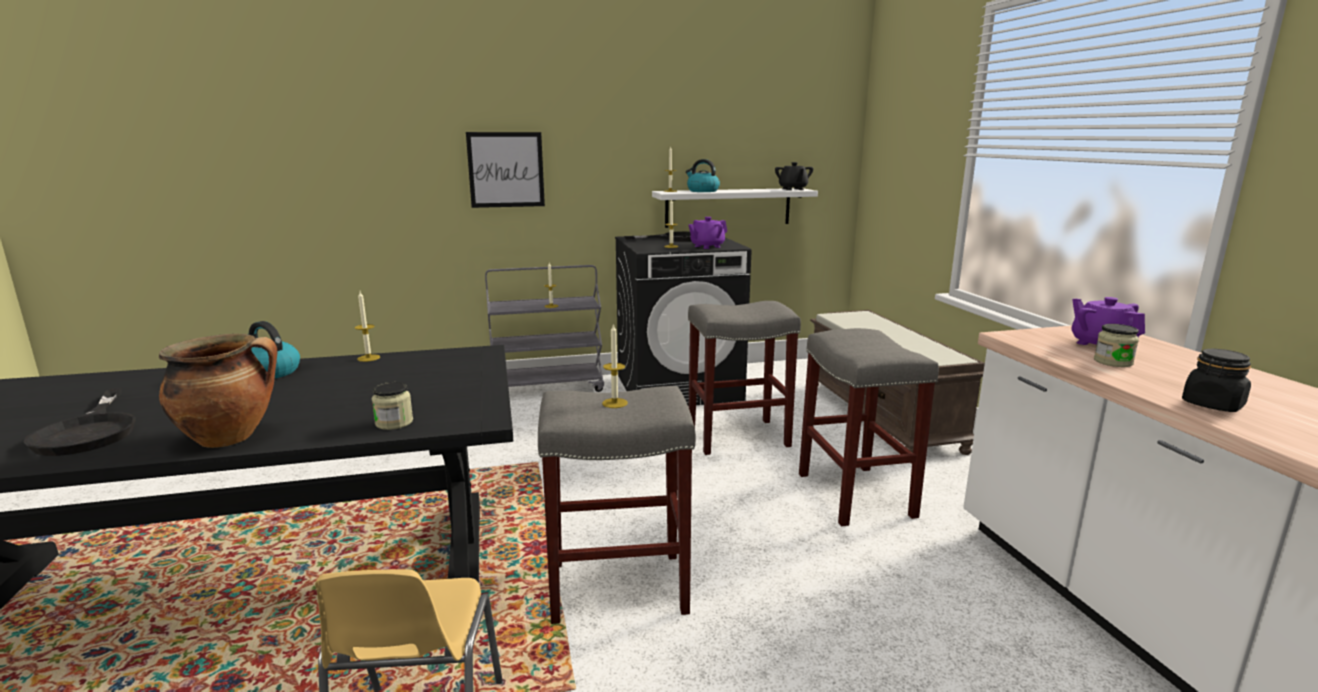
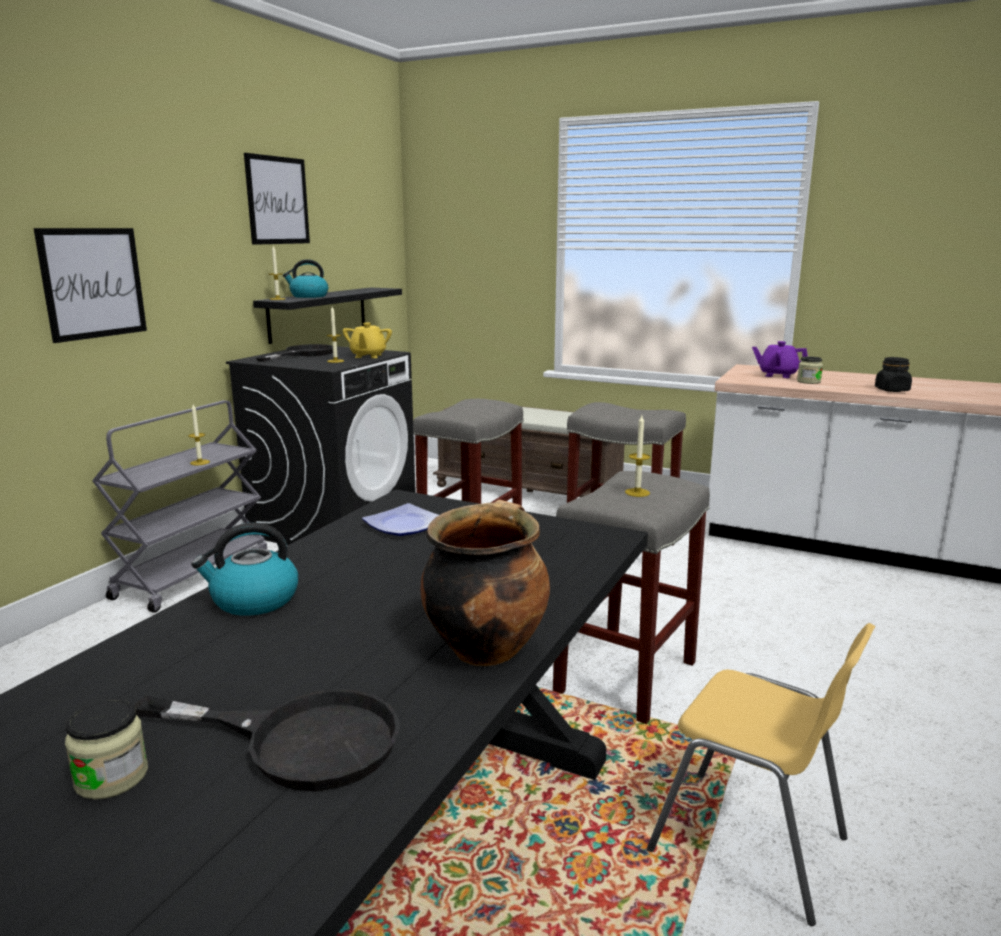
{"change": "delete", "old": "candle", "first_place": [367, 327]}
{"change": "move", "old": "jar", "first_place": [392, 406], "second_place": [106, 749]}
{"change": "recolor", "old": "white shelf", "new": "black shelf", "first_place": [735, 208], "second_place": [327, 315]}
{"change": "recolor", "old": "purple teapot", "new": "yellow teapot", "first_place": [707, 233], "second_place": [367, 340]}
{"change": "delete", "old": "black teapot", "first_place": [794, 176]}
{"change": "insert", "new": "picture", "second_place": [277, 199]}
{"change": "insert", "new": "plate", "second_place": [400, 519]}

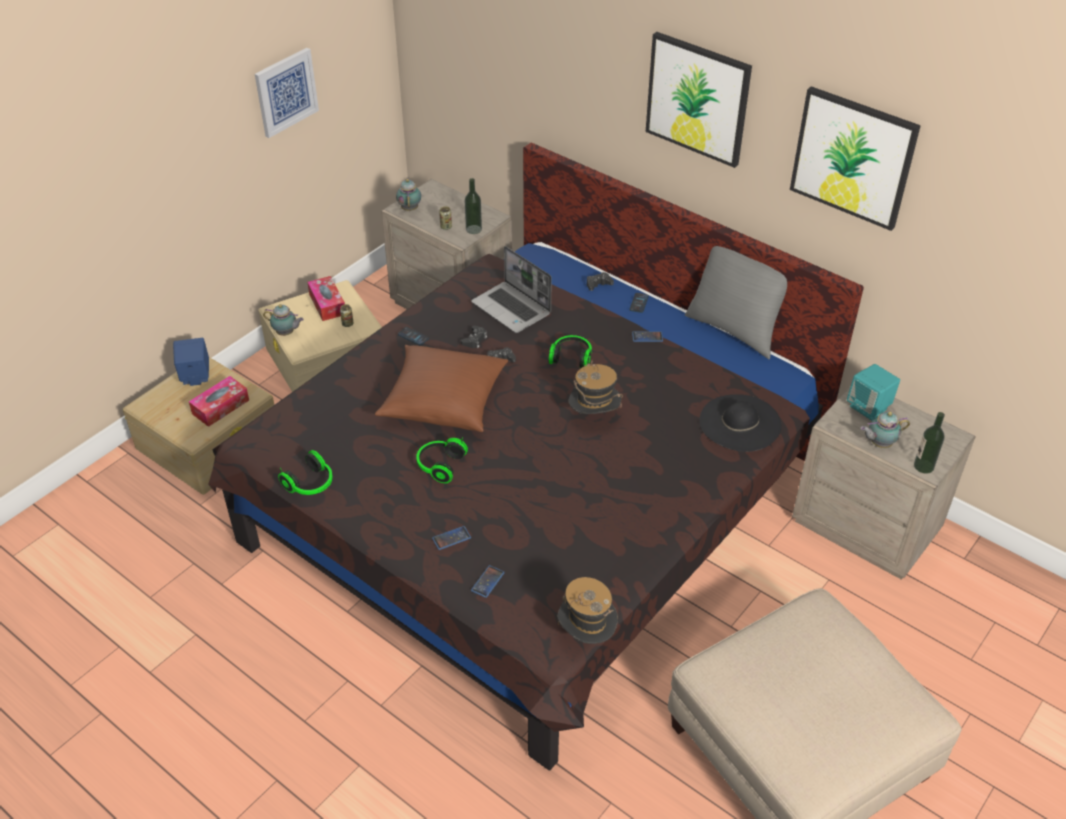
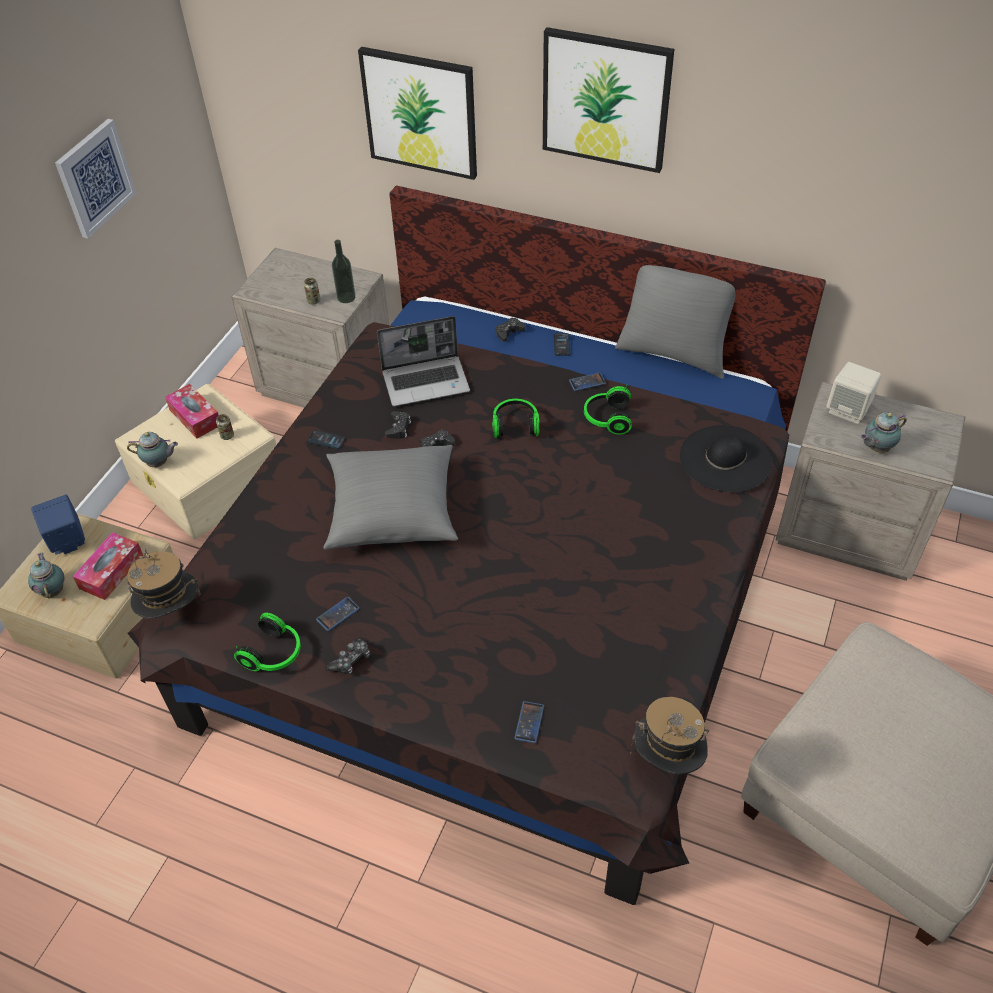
{"change": "recolor", "old": "brown pillow", "new": "grey pillow", "first_place": [441, 388], "second_place": [391, 497]}
{"change": "move", "old": "teapot", "first_place": [408, 194], "second_place": [46, 576]}
{"change": "move", "old": "headphones", "first_place": [442, 460], "second_place": [608, 409]}
{"change": "move", "old": "phone", "first_place": [451, 538], "second_place": [338, 614]}
{"change": "rotate", "old": "laptop", "first_place": [511, 289], "second_place": [423, 361], "degrees": -45}
{"change": "move", "old": "hat", "first_place": [596, 386], "second_place": [163, 583]}
{"change": "move", "old": "picture", "first_place": [855, 158], "second_place": [417, 113]}
{"change": "recolor", "old": "turquoise speaker", "new": "beige speaker", "first_place": [873, 392], "second_place": [854, 393]}
{"change": "delete", "old": "bottle", "first_place": [929, 443]}
{"change": "insert", "new": "game controller", "second_place": [348, 656]}

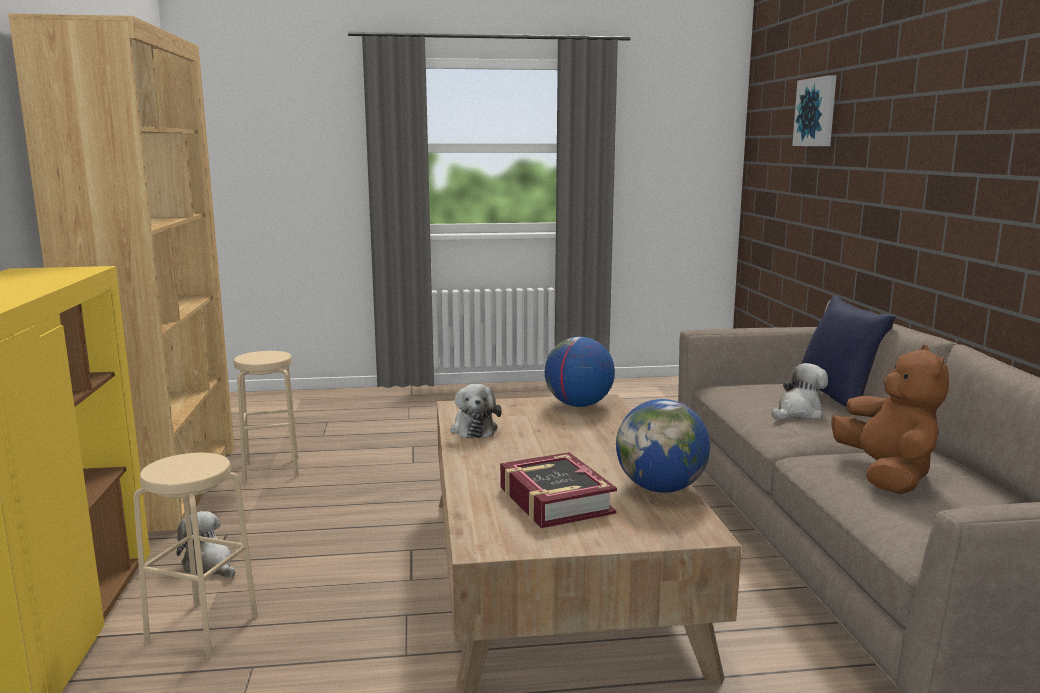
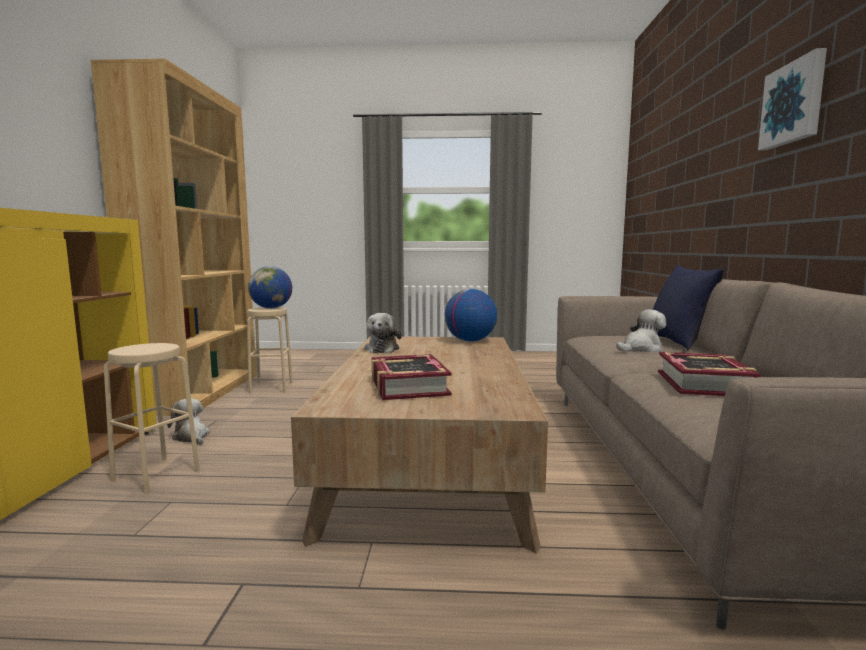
{"change": "move", "old": "globe", "first_place": [663, 446], "second_place": [270, 287]}
{"change": "move", "old": "picture", "first_place": [814, 111], "second_place": [792, 99]}
{"change": "replace", "old": "brown plush toy", "new": "book", "first_place": [890, 419], "second_place": [709, 374]}

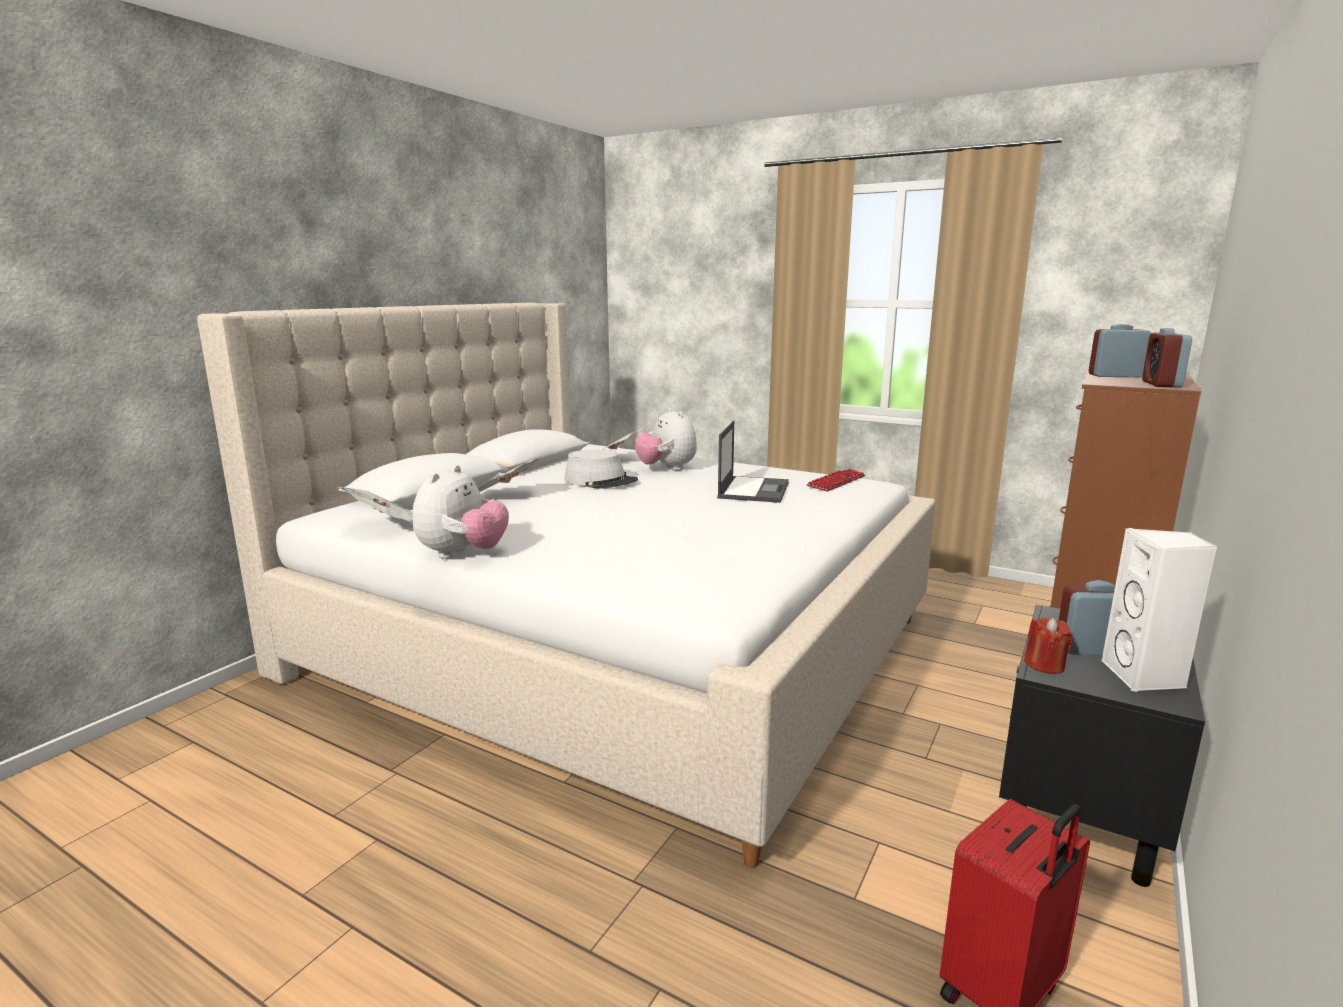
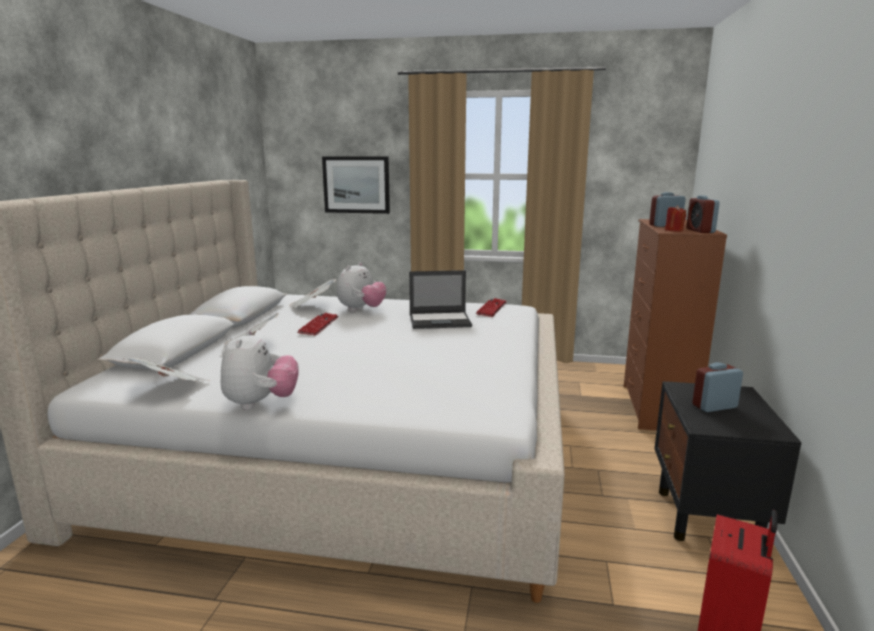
{"change": "replace", "old": "grey hat", "new": "keyboard", "first_place": [601, 469], "second_place": [317, 324]}
{"change": "rotate", "old": "plush toy", "first_place": [666, 439], "second_place": [361, 286], "degrees": -105}
{"change": "rotate", "old": "laptop", "first_place": [753, 462], "second_place": [440, 299], "degrees": 90}
{"change": "move", "old": "red candle", "first_place": [1048, 646], "second_place": [675, 218]}
{"change": "delete", "old": "white speaker", "first_place": [1159, 610]}
{"change": "insert", "new": "picture", "second_place": [356, 185]}

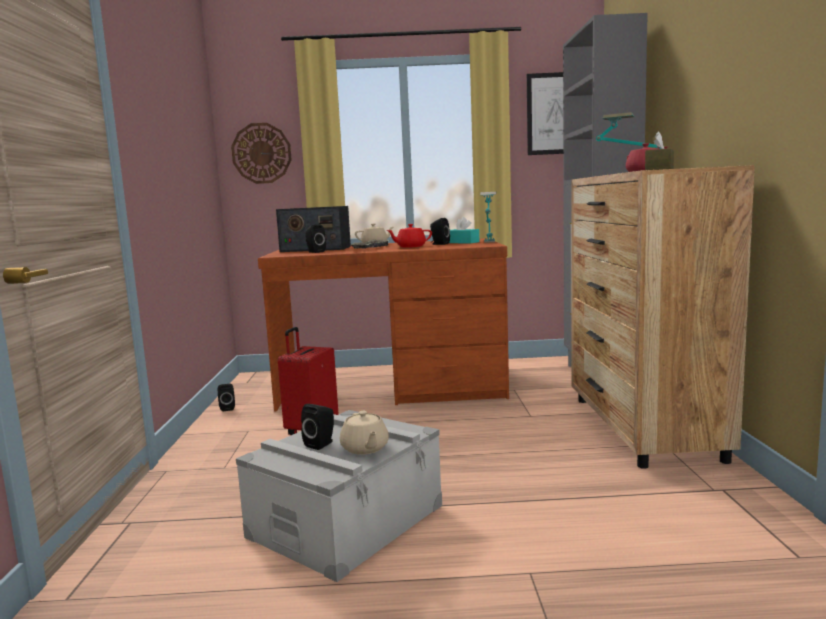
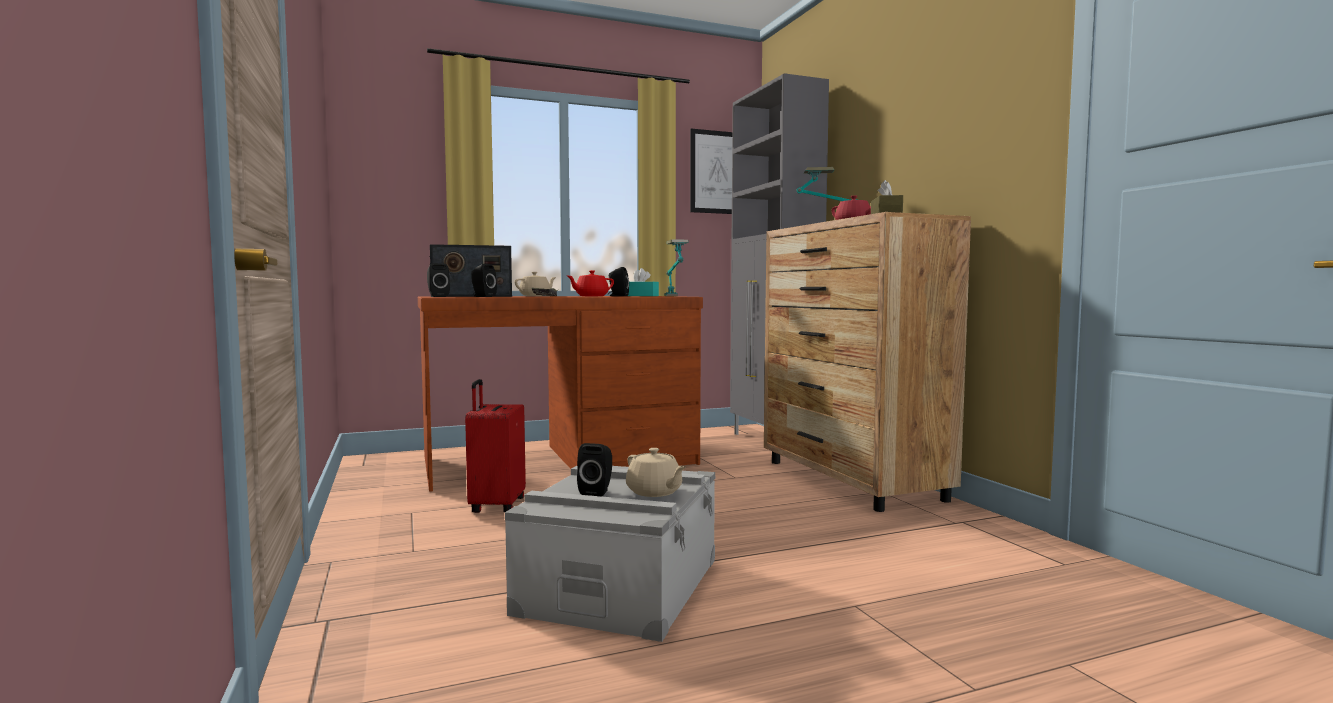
{"change": "move", "old": "black speaker", "first_place": [226, 397], "second_place": [438, 280]}
{"change": "delete", "old": "wall clock", "first_place": [261, 153]}

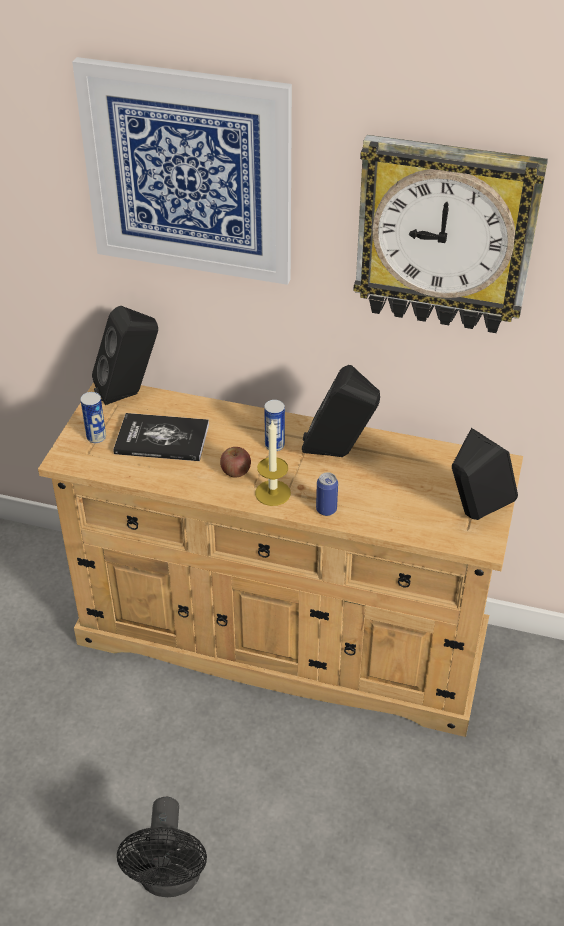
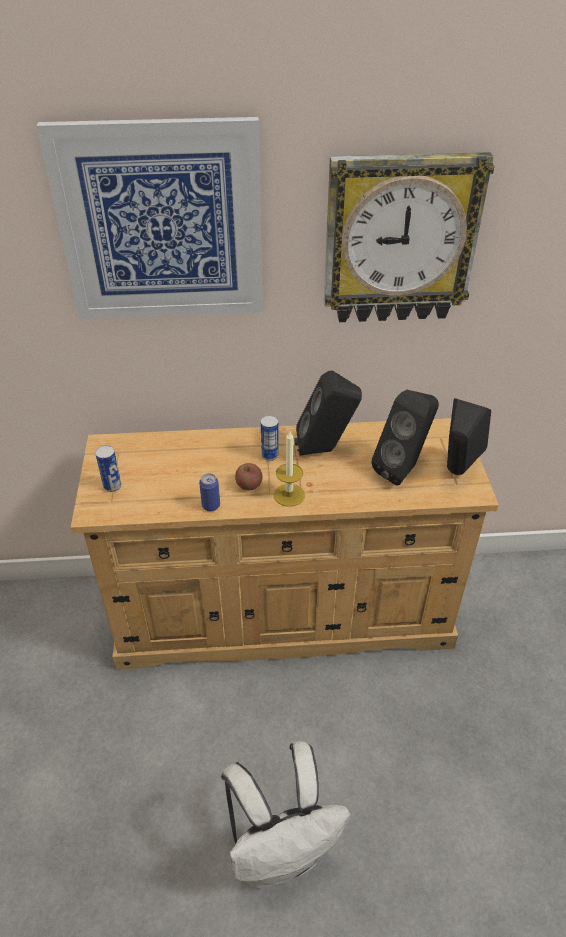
{"change": "move", "old": "black speaker", "first_place": [125, 355], "second_place": [405, 438]}
{"change": "delete", "old": "book", "first_place": [161, 437]}
{"change": "replace", "old": "black fan", "new": "white backpack", "first_place": [162, 847], "second_place": [286, 814]}
{"change": "move", "old": "can", "first_place": [327, 494], "second_place": [209, 492]}

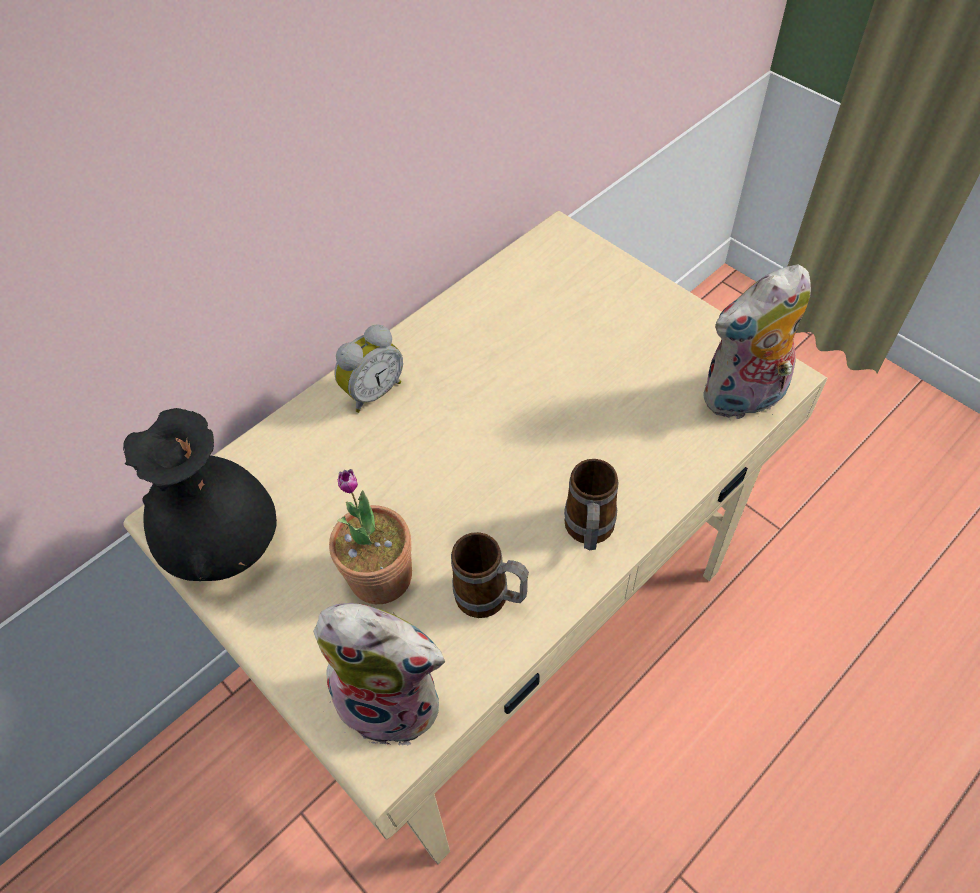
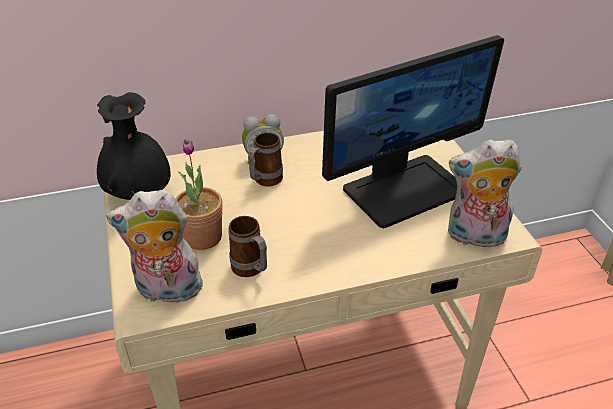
{"change": "rotate", "old": "plush toy", "first_place": [379, 674], "second_place": [155, 246], "degrees": 135}
{"change": "move", "old": "mug", "first_place": [591, 504], "second_place": [265, 159]}
{"change": "insert", "new": "monitor", "second_place": [413, 131]}

